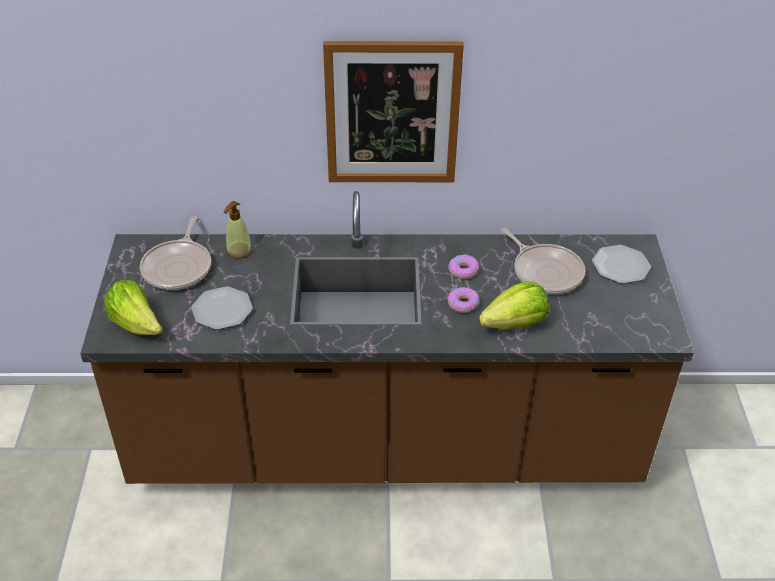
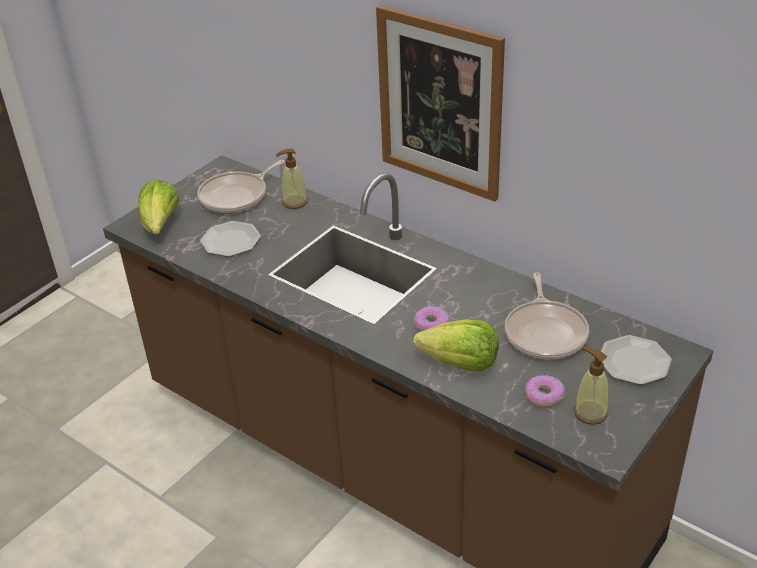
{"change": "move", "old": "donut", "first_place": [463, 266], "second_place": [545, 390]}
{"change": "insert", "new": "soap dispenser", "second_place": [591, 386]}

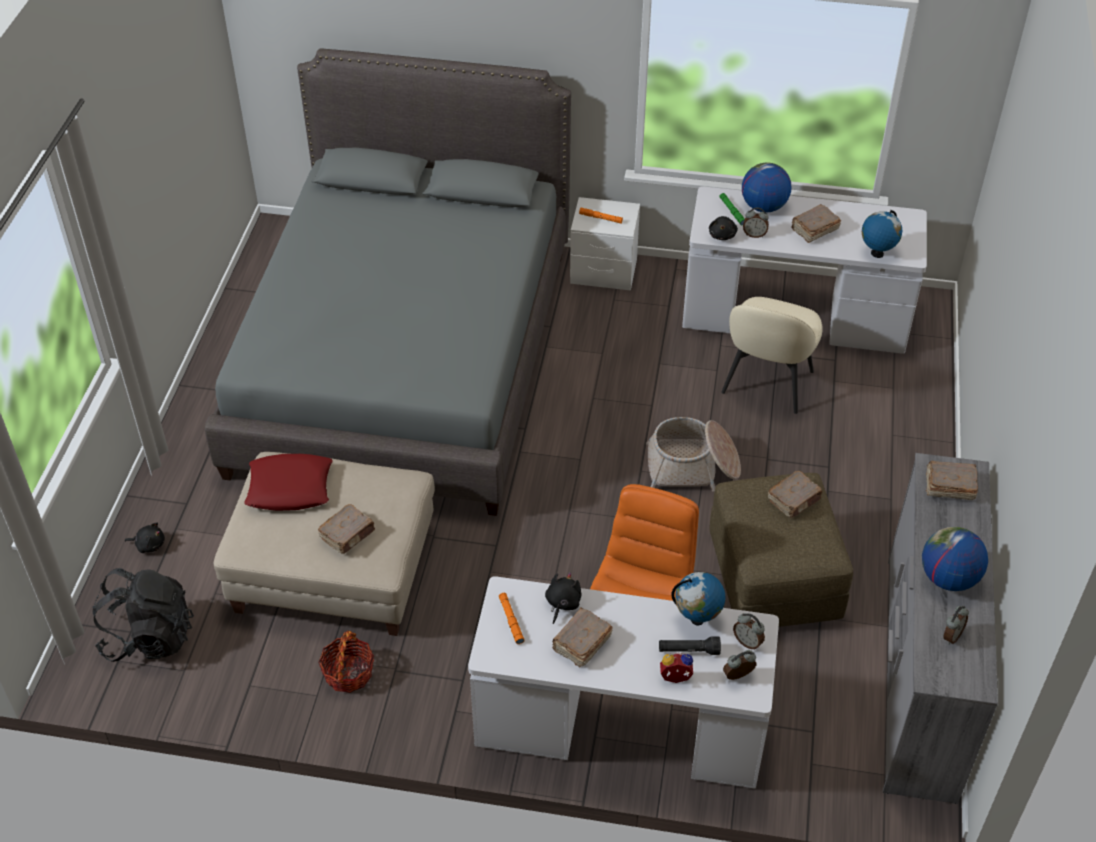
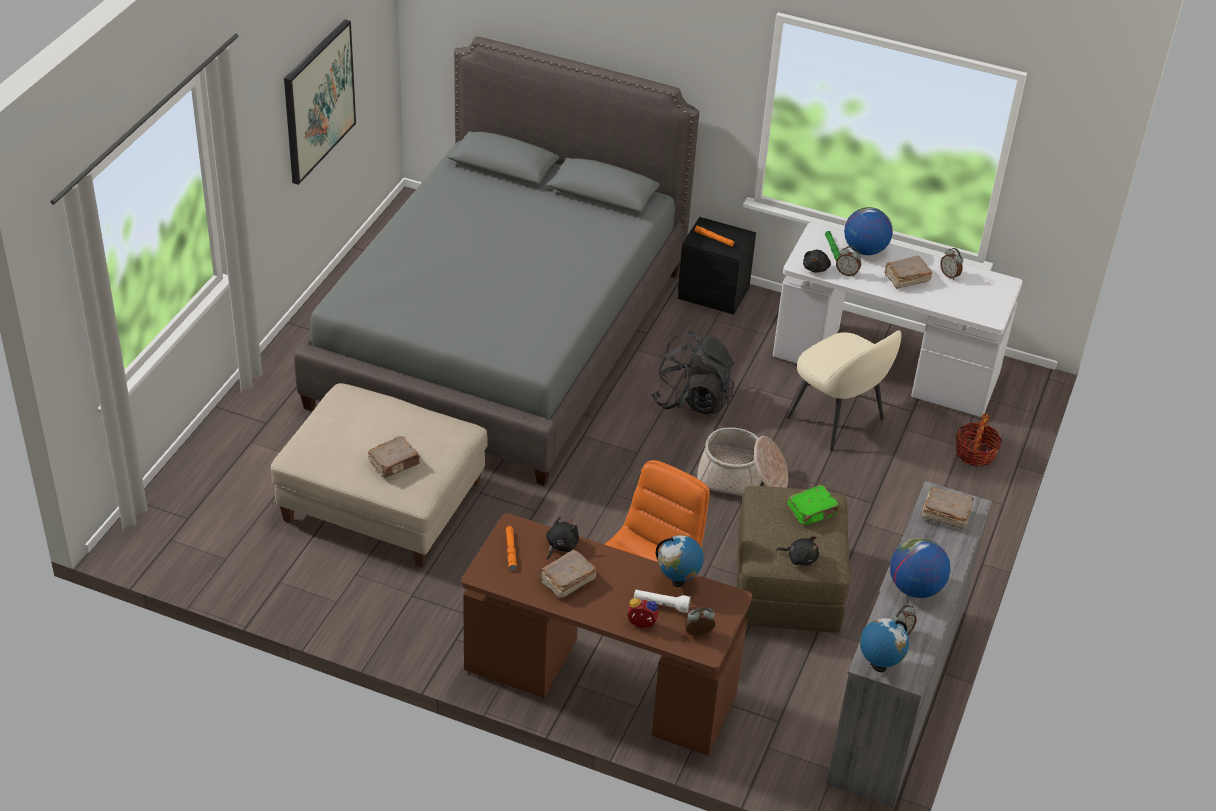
{"change": "move", "old": "black backpack", "first_place": [143, 615], "second_place": [693, 373]}
{"change": "move", "old": "black plush toy", "first_place": [145, 537], "second_place": [797, 551]}
{"change": "delete", "old": "red pillow", "first_place": [288, 482]}
{"change": "move", "old": "basket", "first_place": [346, 661], "second_place": [978, 440]}
{"change": "recolor", "old": "white desk", "new": "brown desk", "first_place": [623, 682], "second_place": [606, 634]}
{"change": "recolor", "old": "white nightstand", "new": "black nightstand", "first_place": [605, 243], "second_place": [717, 266]}
{"change": "recolor", "old": "black flashlight", "new": "white flashlight", "first_place": [690, 645], "second_place": [662, 601]}
{"change": "rotate", "old": "beige chair", "first_place": [772, 355], "second_place": [844, 390], "degrees": -75}
{"change": "move", "old": "alarm clock", "first_place": [749, 631], "second_place": [951, 264]}
{"change": "recolor", "old": "brown book", "new": "green book", "first_place": [795, 494], "second_place": [813, 505]}
{"change": "move", "old": "globe", "first_place": [882, 234], "second_place": [884, 645]}
{"change": "insert", "new": "picture", "second_place": [320, 102]}

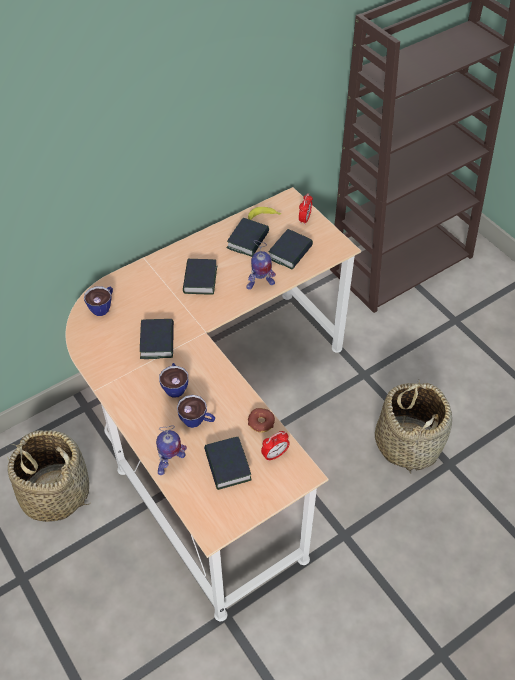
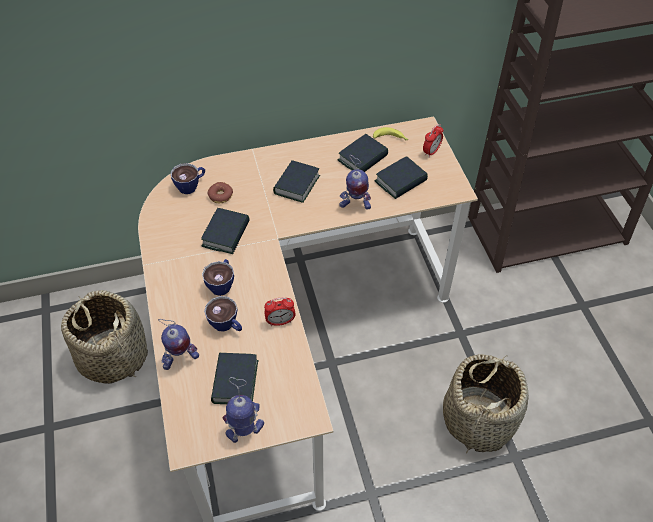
{"change": "move", "old": "donut", "first_place": [261, 420], "second_place": [220, 193]}
{"change": "move", "old": "alarm clock", "first_place": [275, 446], "second_place": [280, 311]}
{"change": "insert", "new": "toy robot", "second_place": [243, 410]}

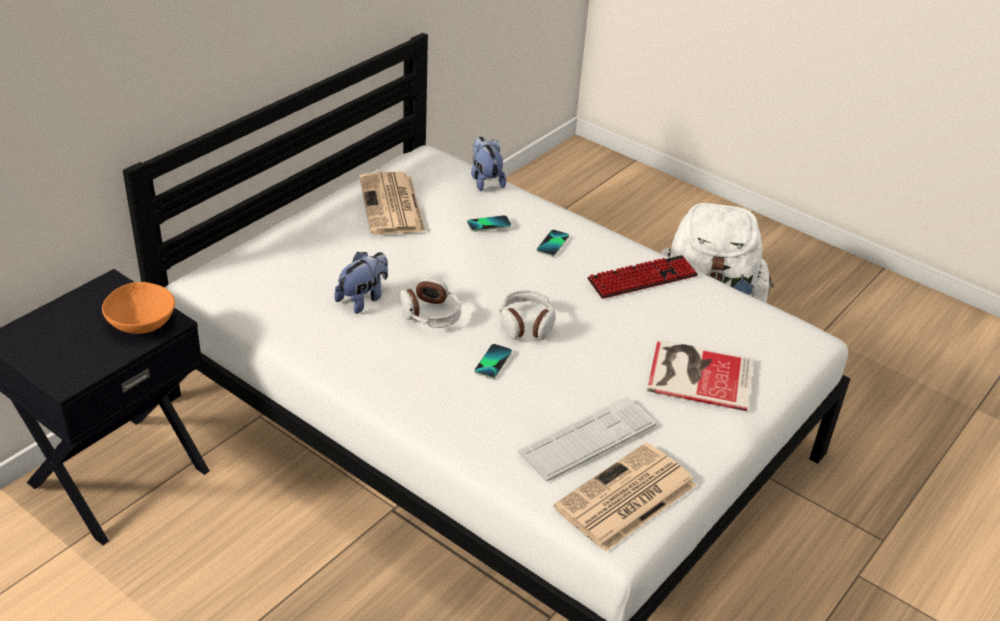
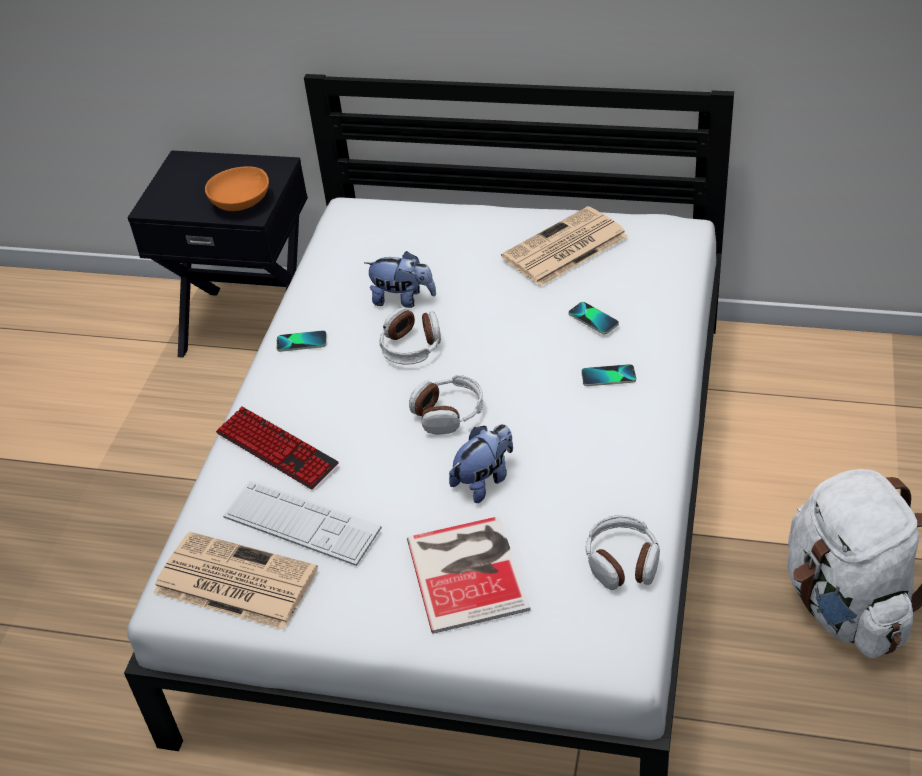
{"change": "move", "old": "plush toy", "first_place": [488, 164], "second_place": [481, 463]}
{"change": "move", "old": "phone", "first_place": [493, 361], "second_place": [301, 341]}
{"change": "move", "old": "keyboard", "first_place": [642, 277], "second_place": [277, 447]}
{"change": "insert", "new": "headphones", "second_place": [623, 552]}

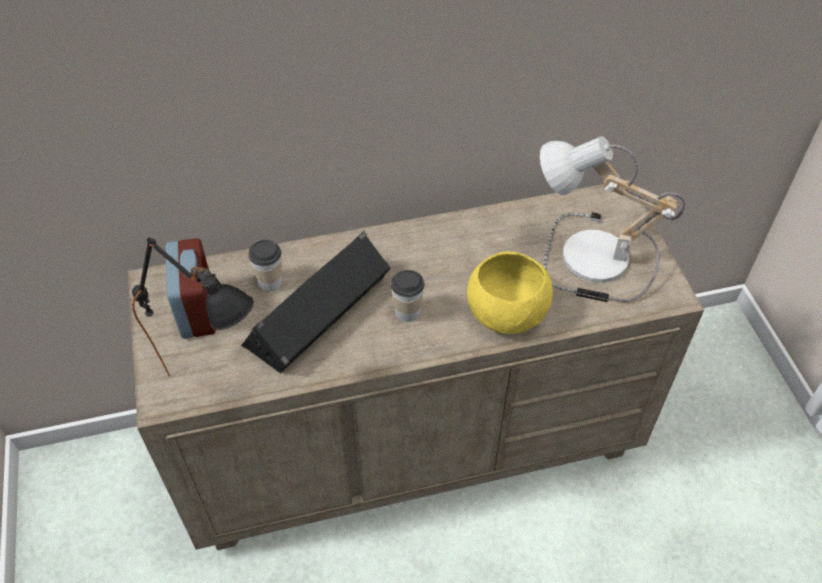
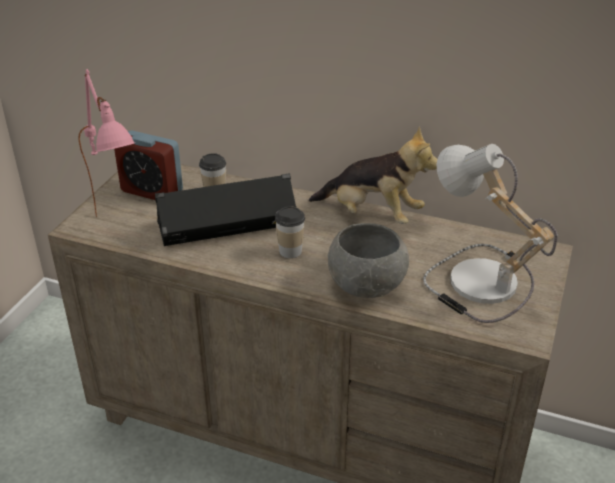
{"change": "recolor", "old": "black table lamp", "new": "pink table lamp", "first_place": [193, 306], "second_place": [106, 143]}
{"change": "rotate", "old": "alarm clock", "first_place": [190, 288], "second_place": [148, 165], "degrees": 90}
{"change": "recolor", "old": "yellow bowl", "new": "grey bowl", "first_place": [510, 293], "second_place": [368, 260]}
{"change": "insert", "new": "plush toy", "second_place": [372, 175]}

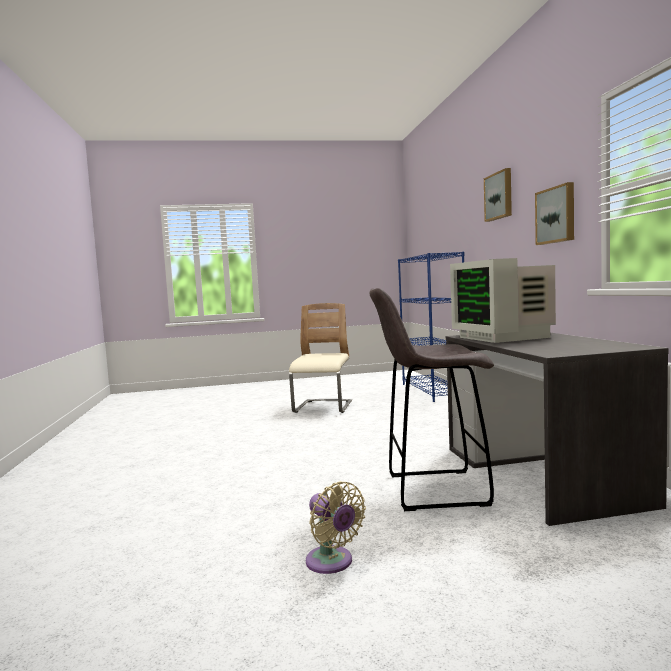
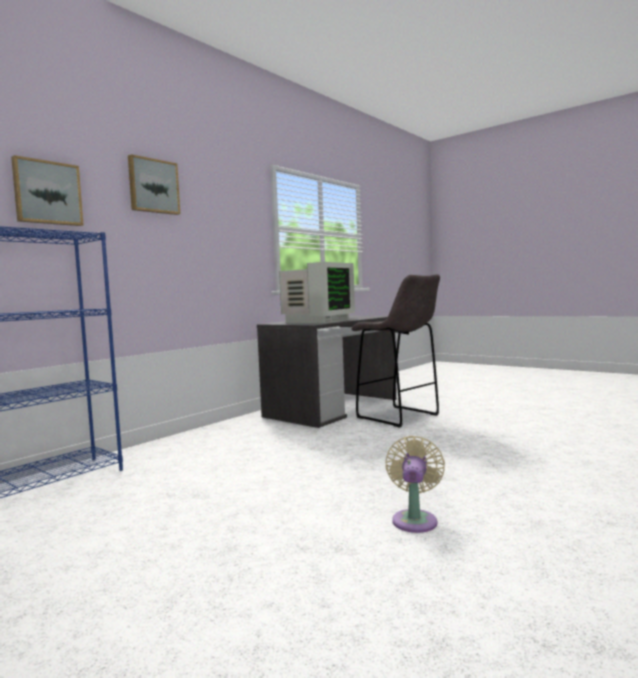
{"change": "delete", "old": "beige chair", "first_place": [320, 358]}
{"change": "move", "old": "beige fan", "first_place": [336, 527], "second_place": [415, 484]}
{"change": "move", "old": "picture", "first_place": [554, 213], "second_place": [47, 190]}

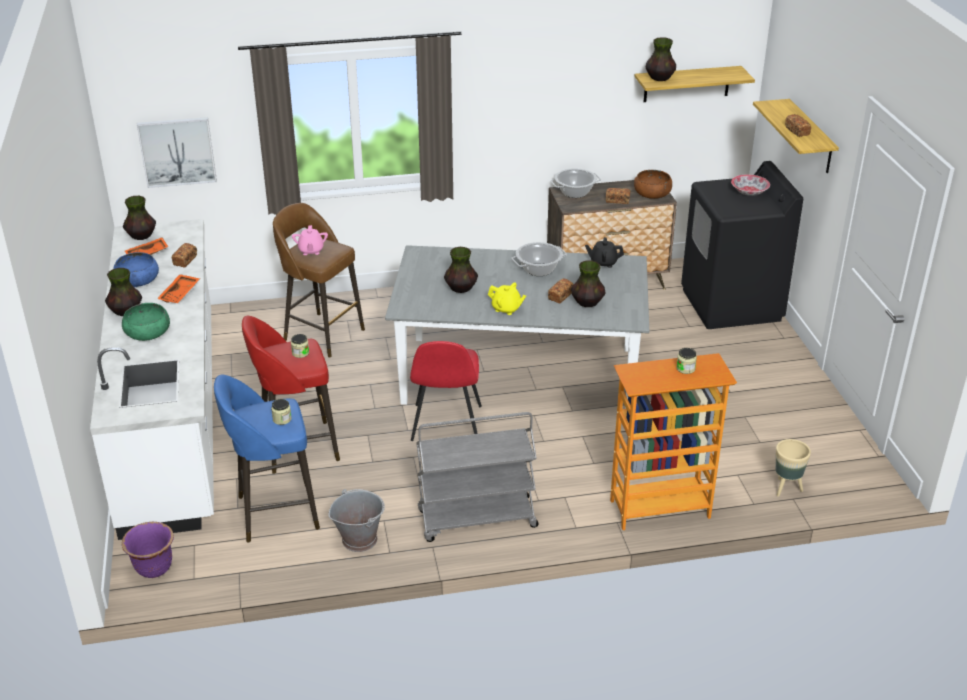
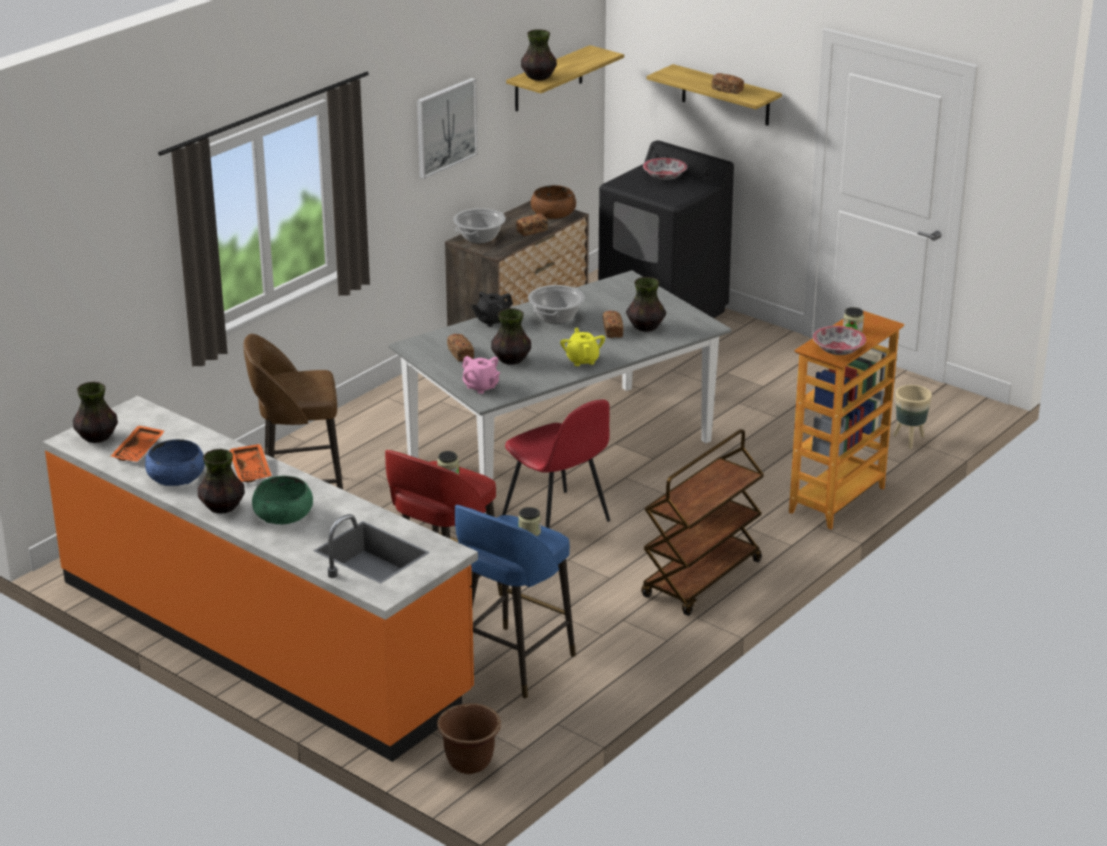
{"change": "recolor", "old": "white counter", "new": "orange counter", "first_place": [152, 379], "second_place": [260, 579]}
{"change": "recolor", "old": "purple planter", "new": "brown planter", "first_place": [148, 550], "second_place": [469, 738]}
{"change": "move", "old": "picture", "first_place": [177, 152], "second_place": [447, 128]}
{"change": "move", "old": "bread", "first_place": [184, 255], "second_place": [460, 348]}
{"change": "move", "old": "pink teapot", "first_place": [310, 240], "second_place": [481, 375]}
{"change": "delete", "old": "grey bucket", "first_place": [356, 520]}
{"change": "recolor", "old": "grey cart", "new": "brown cart", "first_place": [477, 477], "second_place": [703, 522]}
{"change": "rotate", "old": "yellow teapot", "first_place": [507, 299], "second_place": [582, 347], "degrees": -90}
{"change": "move", "old": "black teapot", "first_place": [604, 252], "second_place": [492, 309]}
{"change": "insert", "new": "bowl", "second_place": [839, 340]}

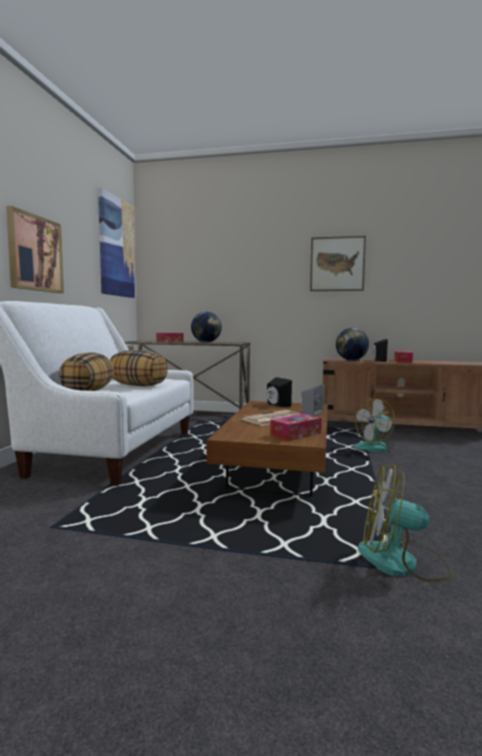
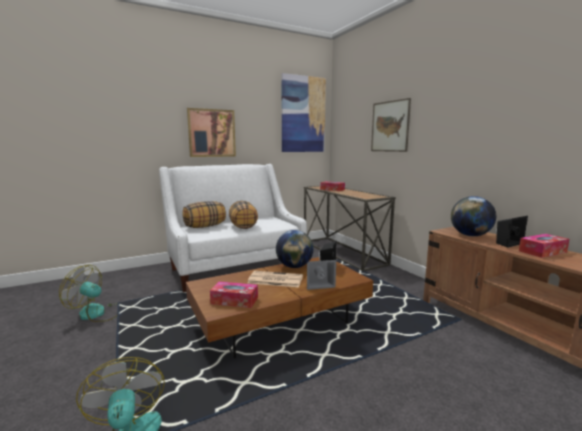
{"change": "move", "old": "globe", "first_place": [206, 327], "second_place": [294, 249]}
{"change": "move", "old": "picture", "first_place": [338, 263], "second_place": [391, 125]}
{"change": "move", "old": "fan", "first_place": [375, 424], "second_place": [88, 293]}

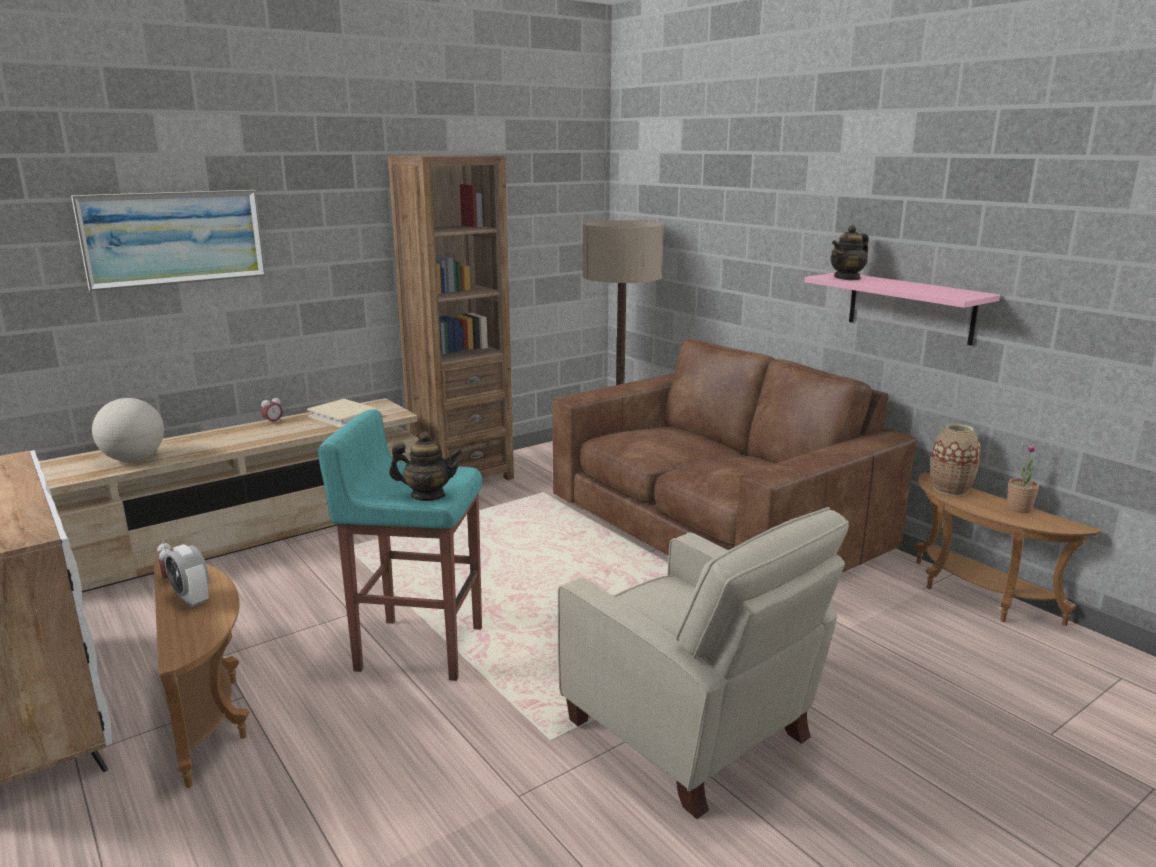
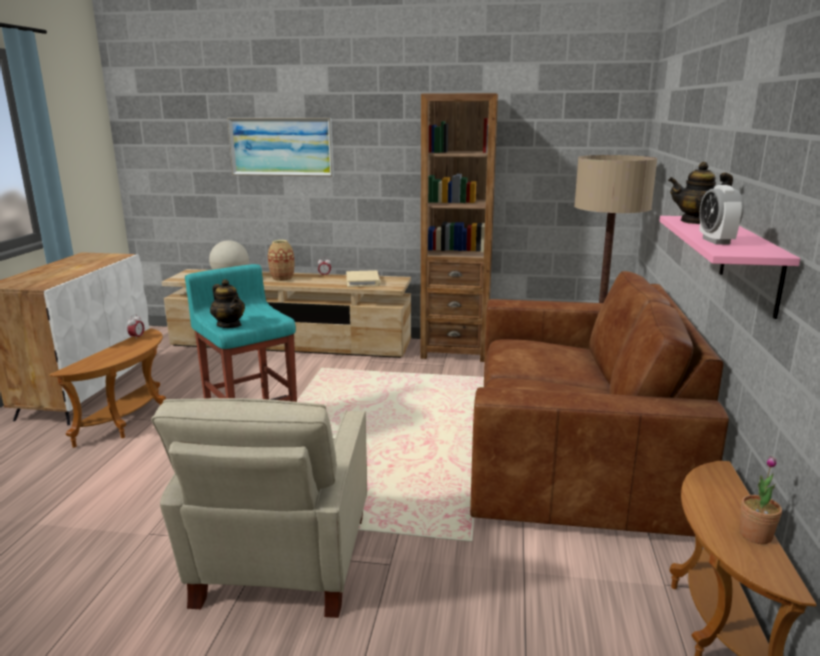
{"change": "move", "old": "alarm clock", "first_place": [187, 576], "second_place": [721, 214]}
{"change": "move", "old": "vase", "first_place": [955, 460], "second_place": [281, 260]}

